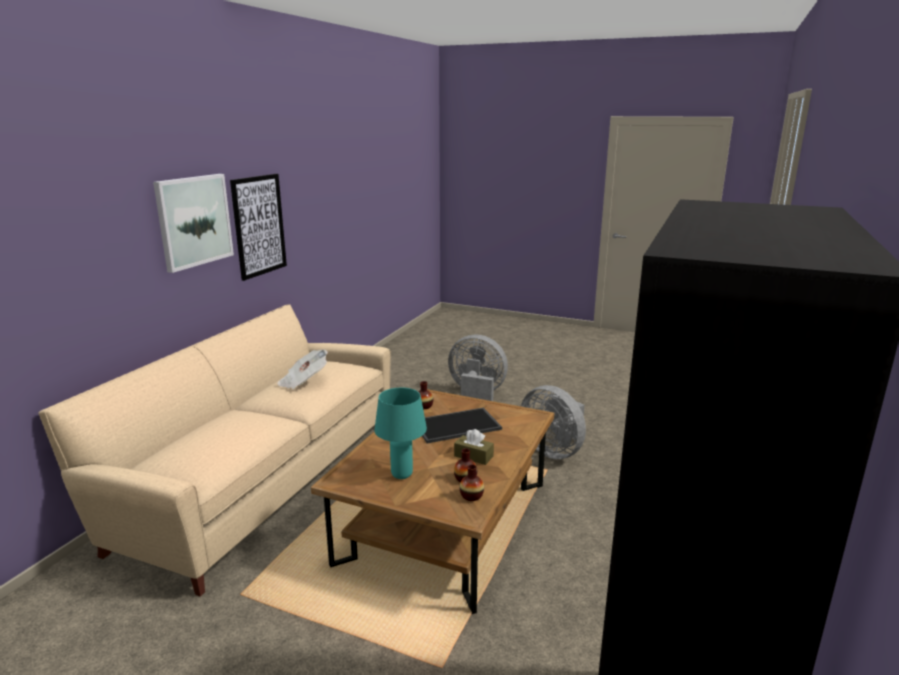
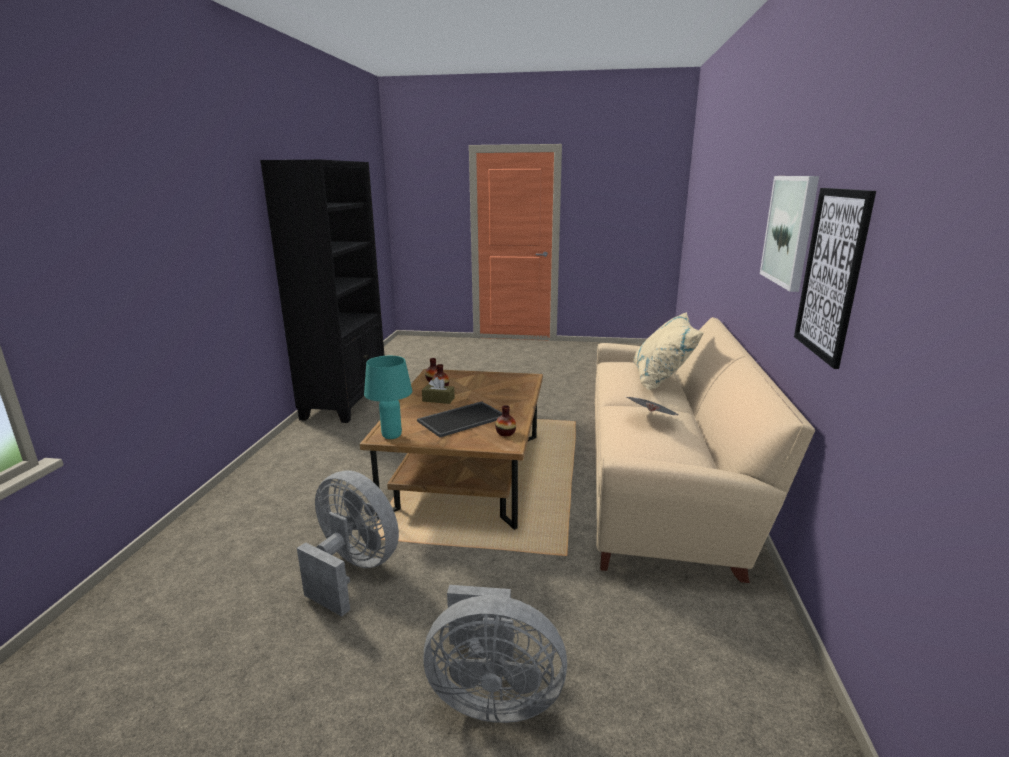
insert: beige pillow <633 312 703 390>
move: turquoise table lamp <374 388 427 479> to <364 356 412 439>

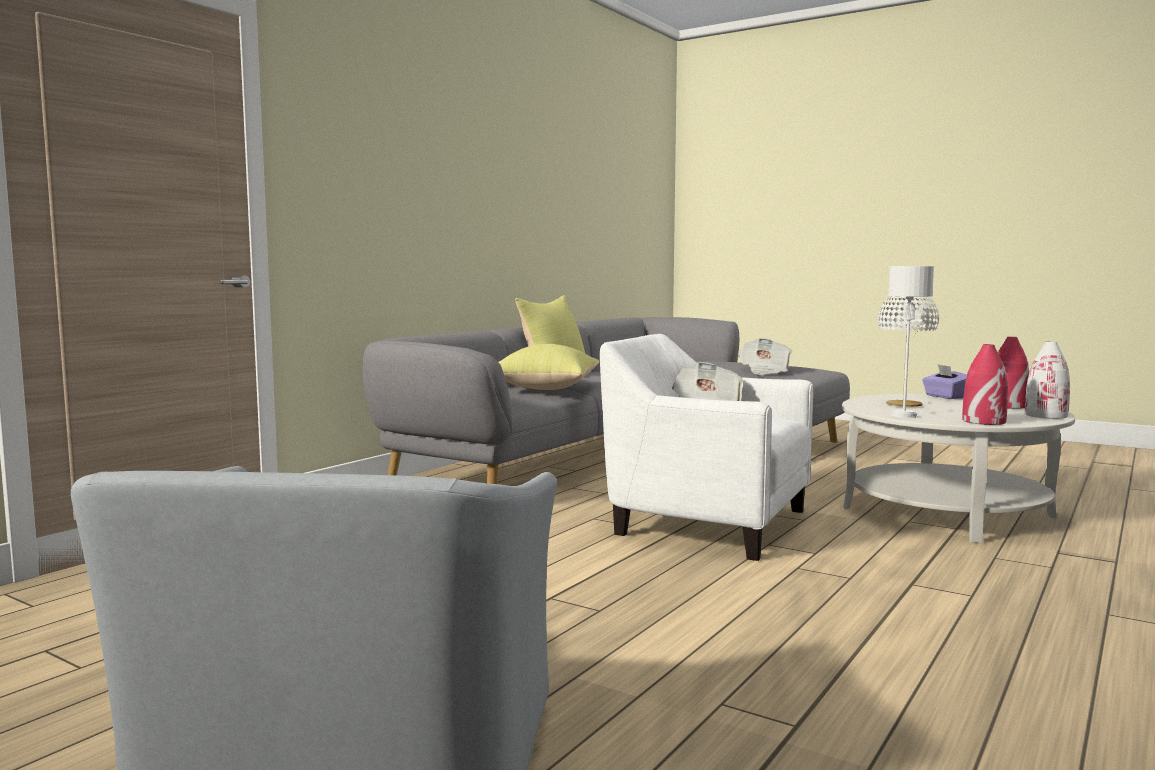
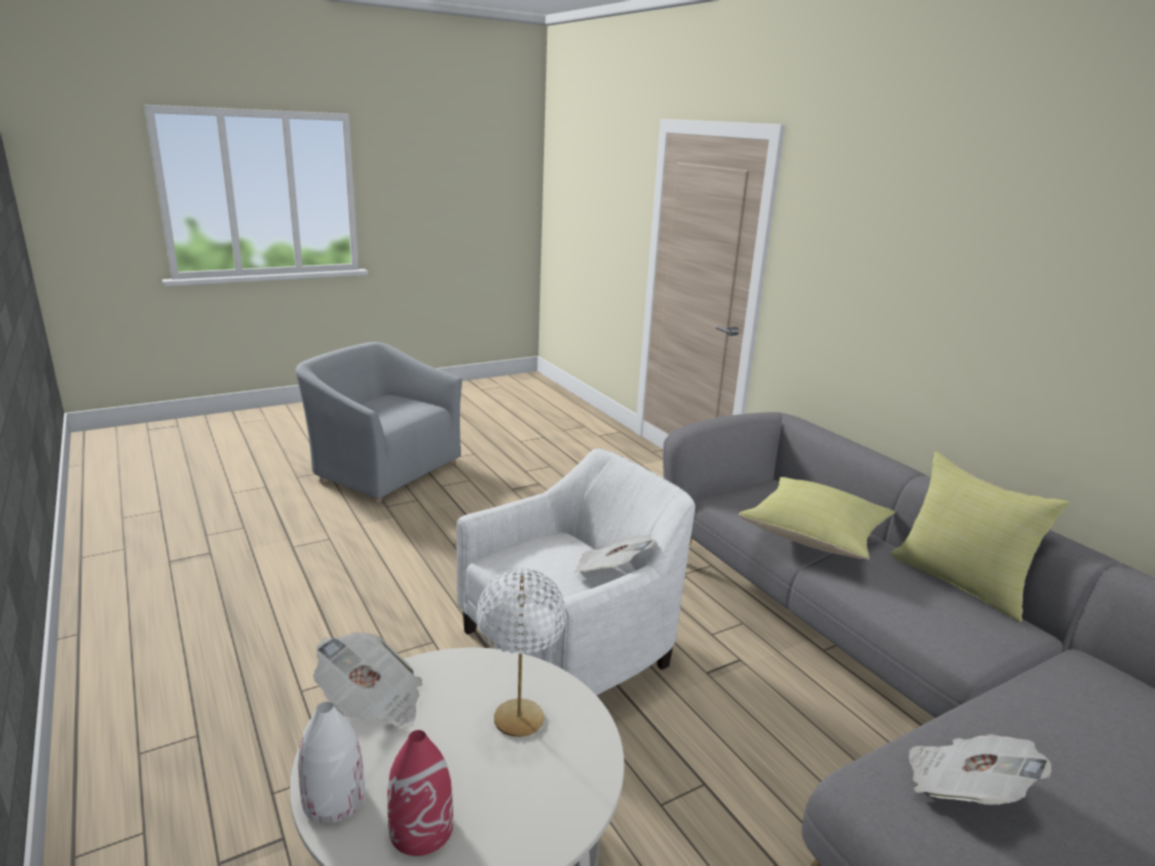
delete: white table lamp <888 266 934 418>; purple tissue box <922 364 967 399>
replace: red vase <962 344 1008 425> to newspaper <313 632 422 729>

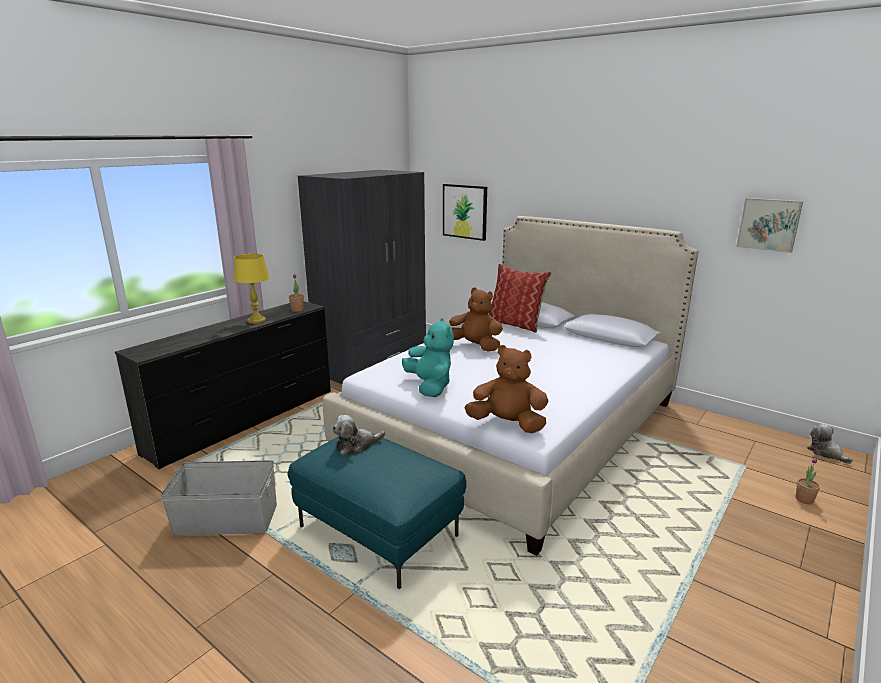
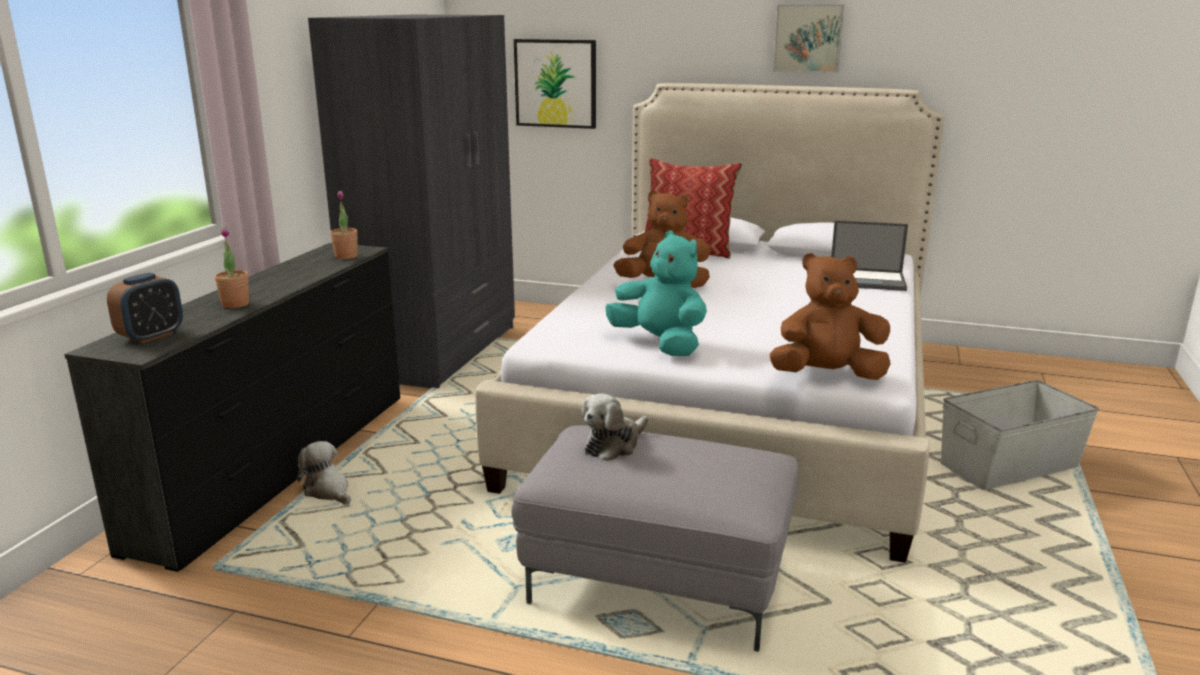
delete: yellow table lamp <234 254 269 324>
insert: alarm clock <107 273 183 344>; laptop <831 220 908 291>
move: potted plant <796 457 820 504> to <215 227 249 308>; plush toy <807 424 853 464> to <297 441 351 504>; picture <736 198 803 253> to <773 4 844 73>; grey storage box <161 460 277 535> to <941 380 1099 490>
recolor: turquoise ottoman <288 433 466 589> to grey ottoman <511 425 799 652>

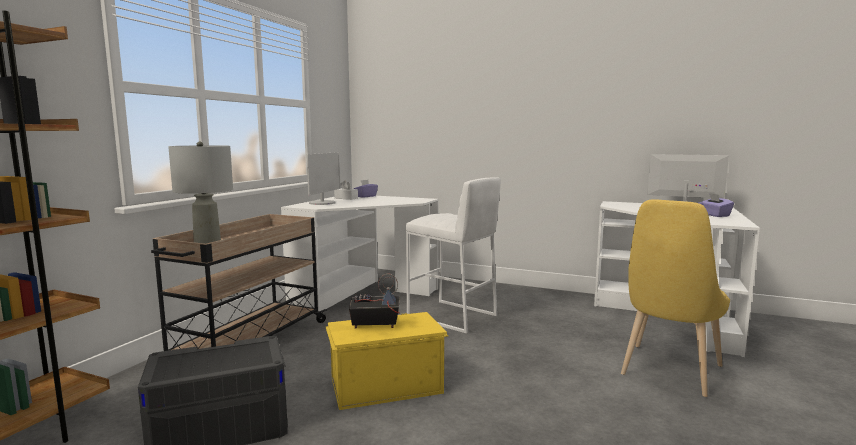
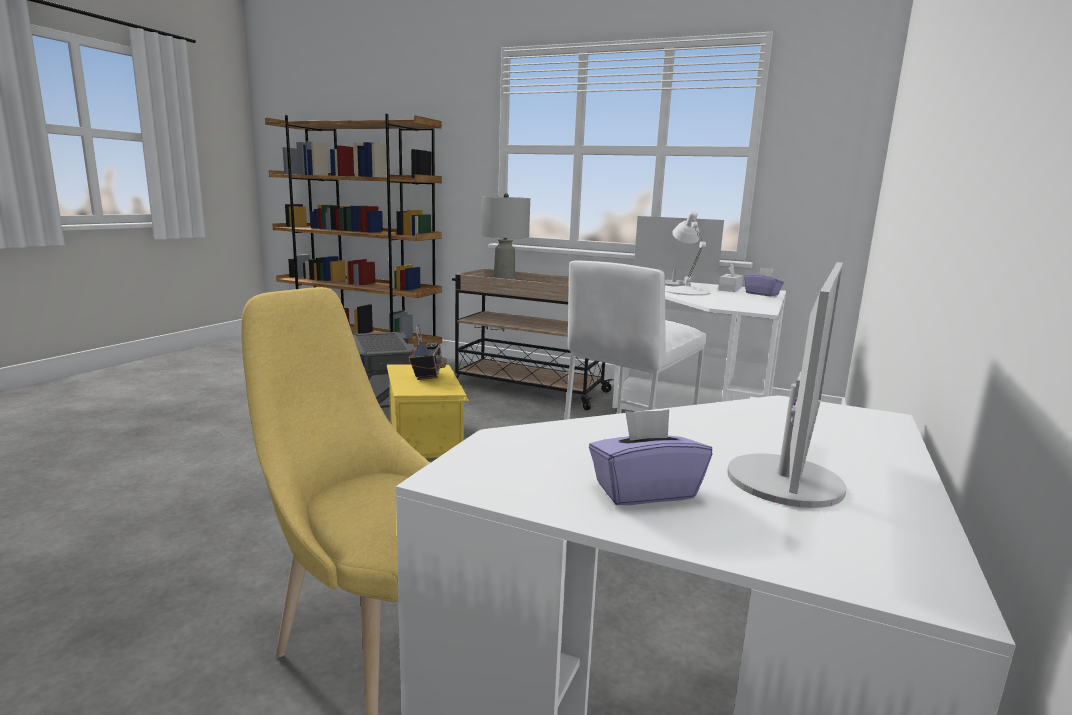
insert: white table lamp <665 211 711 296>

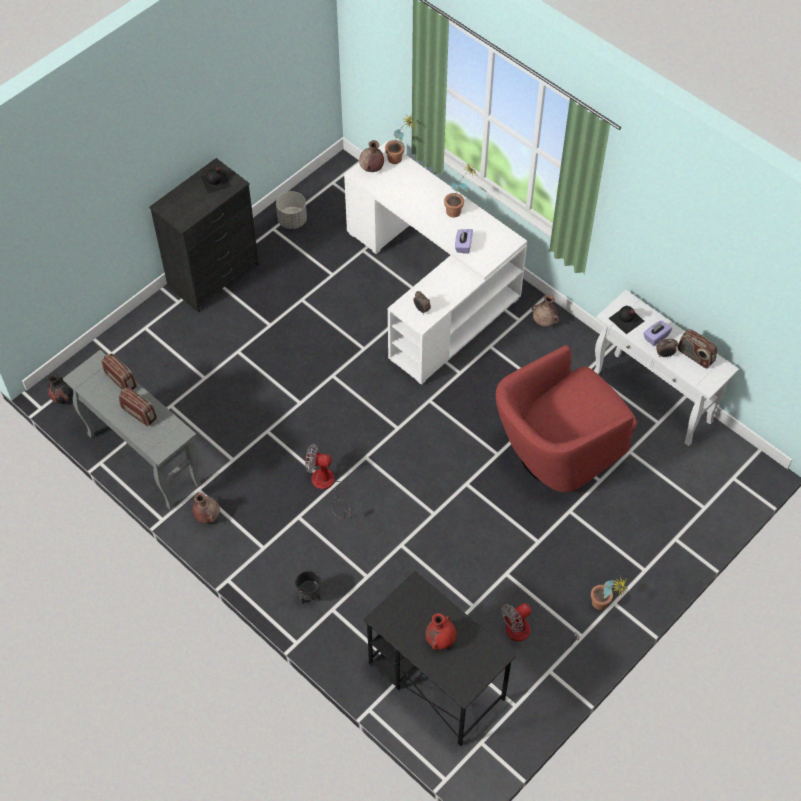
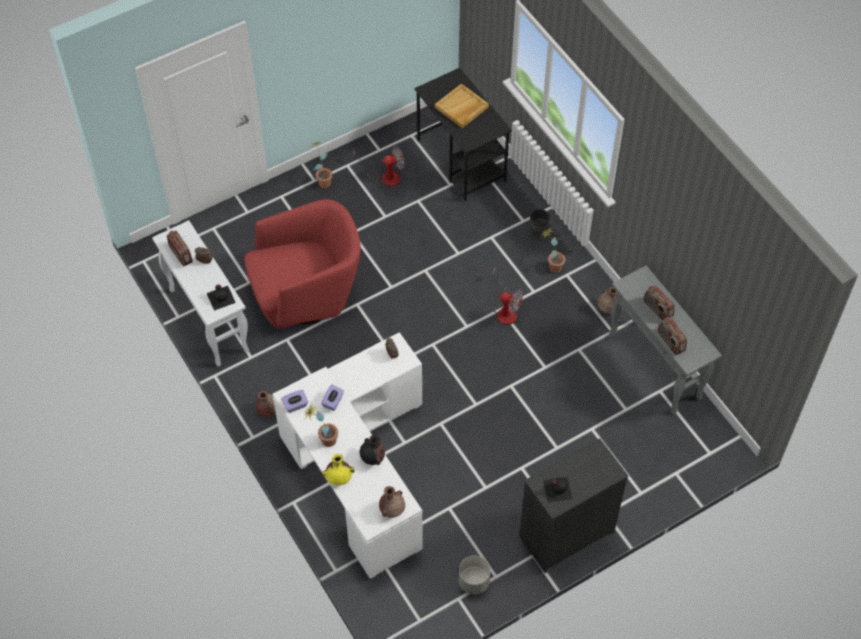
insert: yellow vase <323 454 354 485>
move: purple tissue box <643 321 672 346> to <281 390 308 413>; black vase <47 373 73 404> to <360 435 385 465>; potted plant <385 116 415 164> to <542 227 565 273>
replace: red vase <425 613 456 650> to beige tray <435 83 489 128>

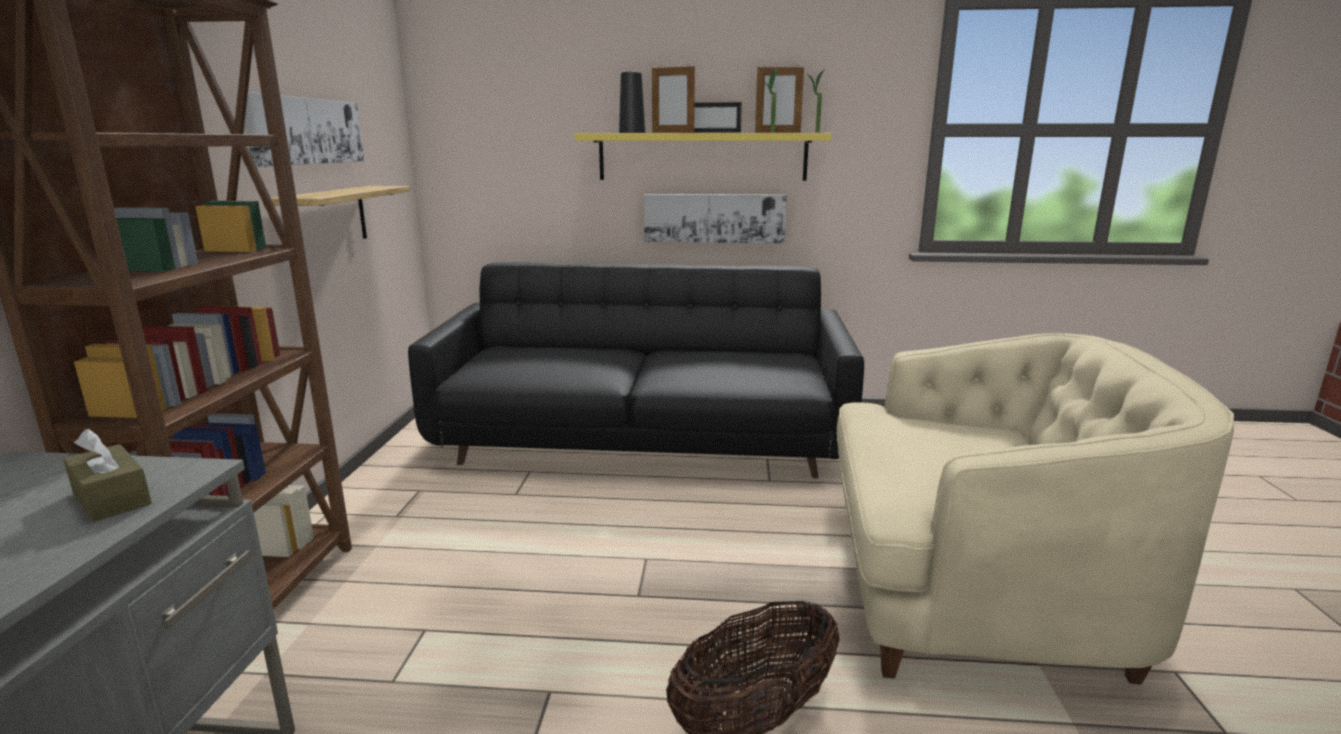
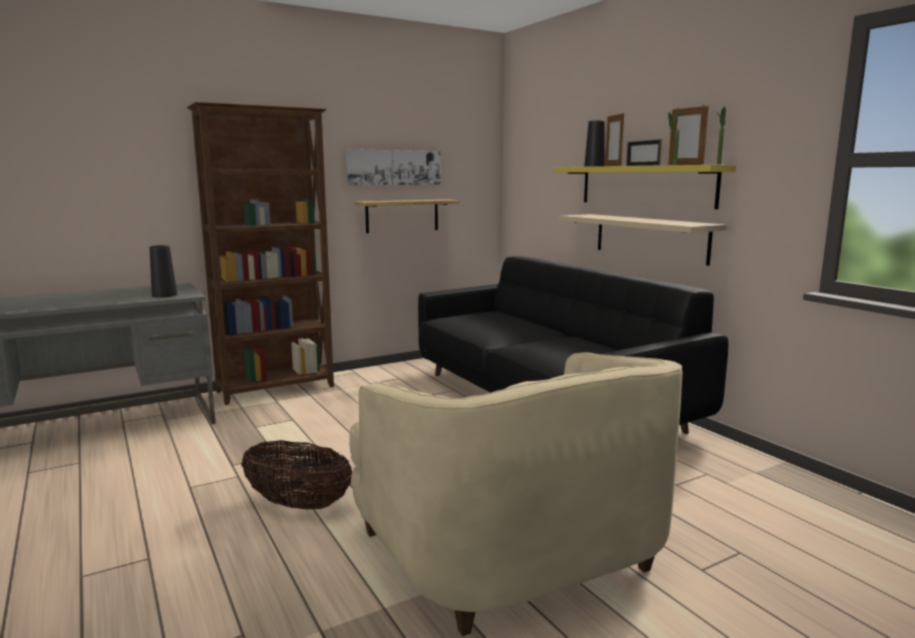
replace: brown tissue box <63 429 152 522> to black vase <150 245 177 298>; picture <644 194 787 244> to beige shelf <559 214 727 266>

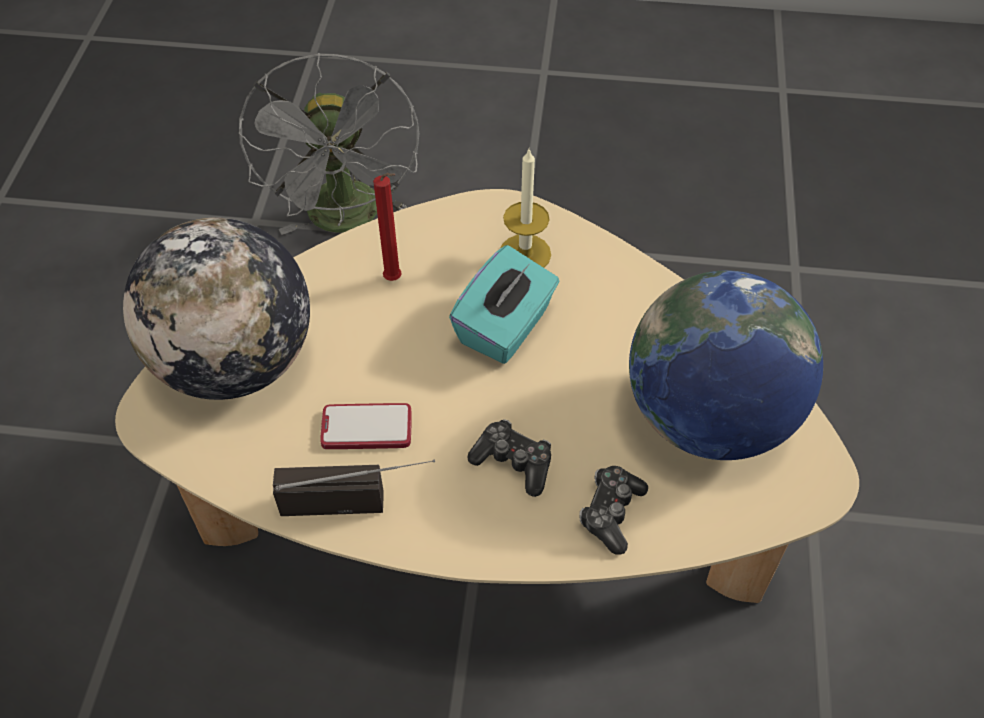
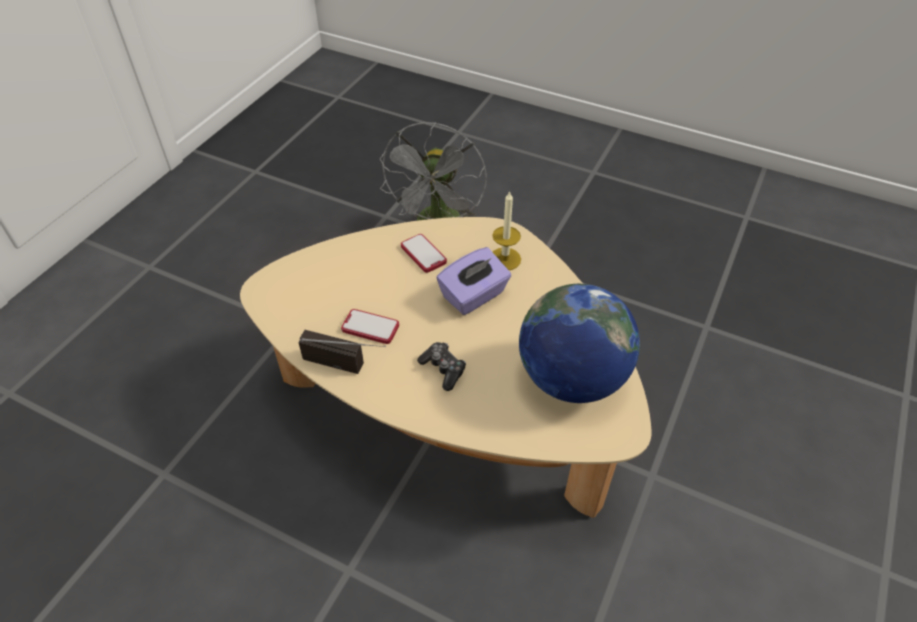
delete: globe <123 218 310 400>; game controller <579 466 648 555>
replace: red candle <373 173 402 281> to phone <401 234 447 273>
recolor: turquoise tissue box <449 245 560 364> to purple tissue box <436 247 511 315>

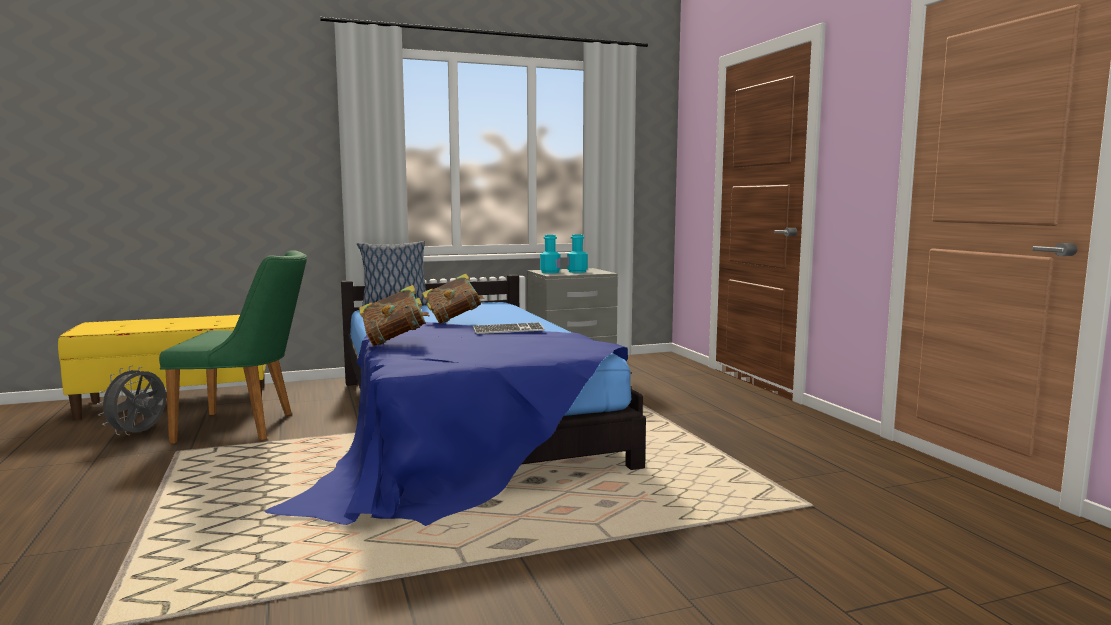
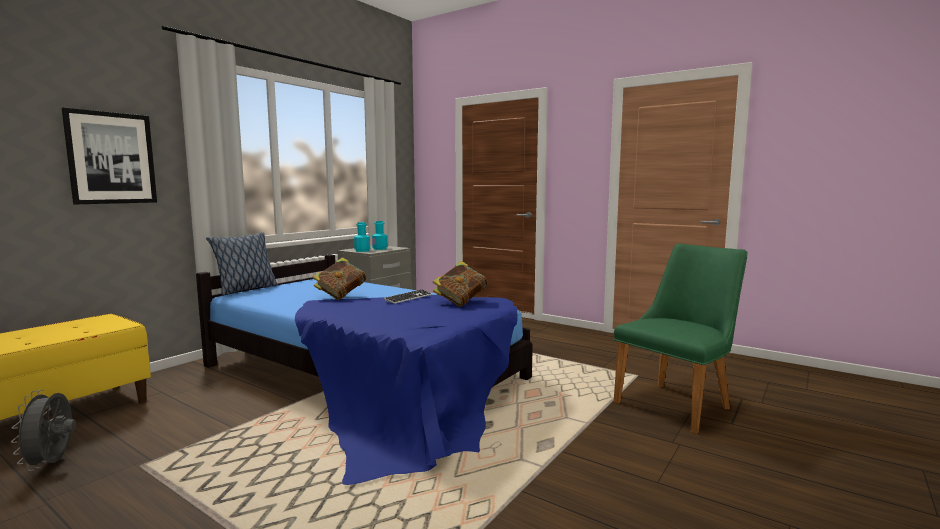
insert: picture <62 107 157 204>
move: book <359 285 430 346> to <433 261 488 307>; green chair <159 250 307 444> to <614 244 747 434>

